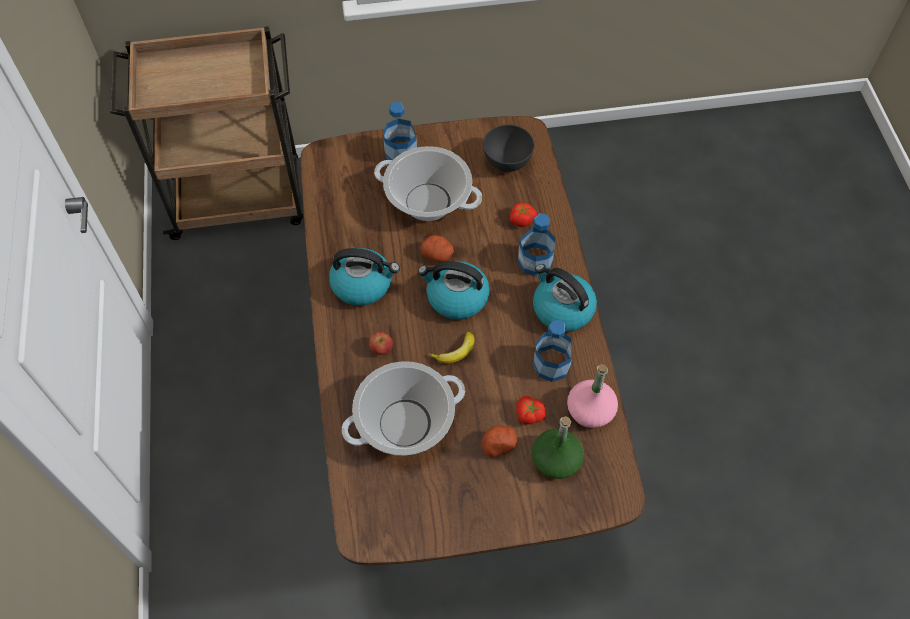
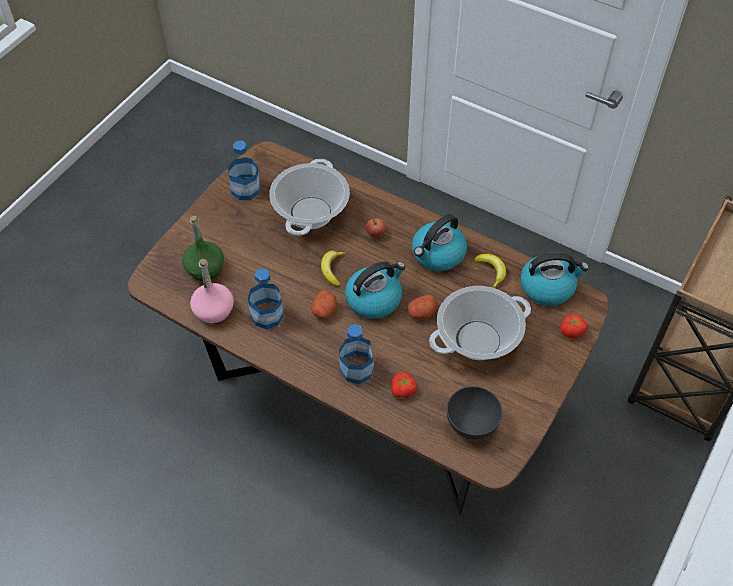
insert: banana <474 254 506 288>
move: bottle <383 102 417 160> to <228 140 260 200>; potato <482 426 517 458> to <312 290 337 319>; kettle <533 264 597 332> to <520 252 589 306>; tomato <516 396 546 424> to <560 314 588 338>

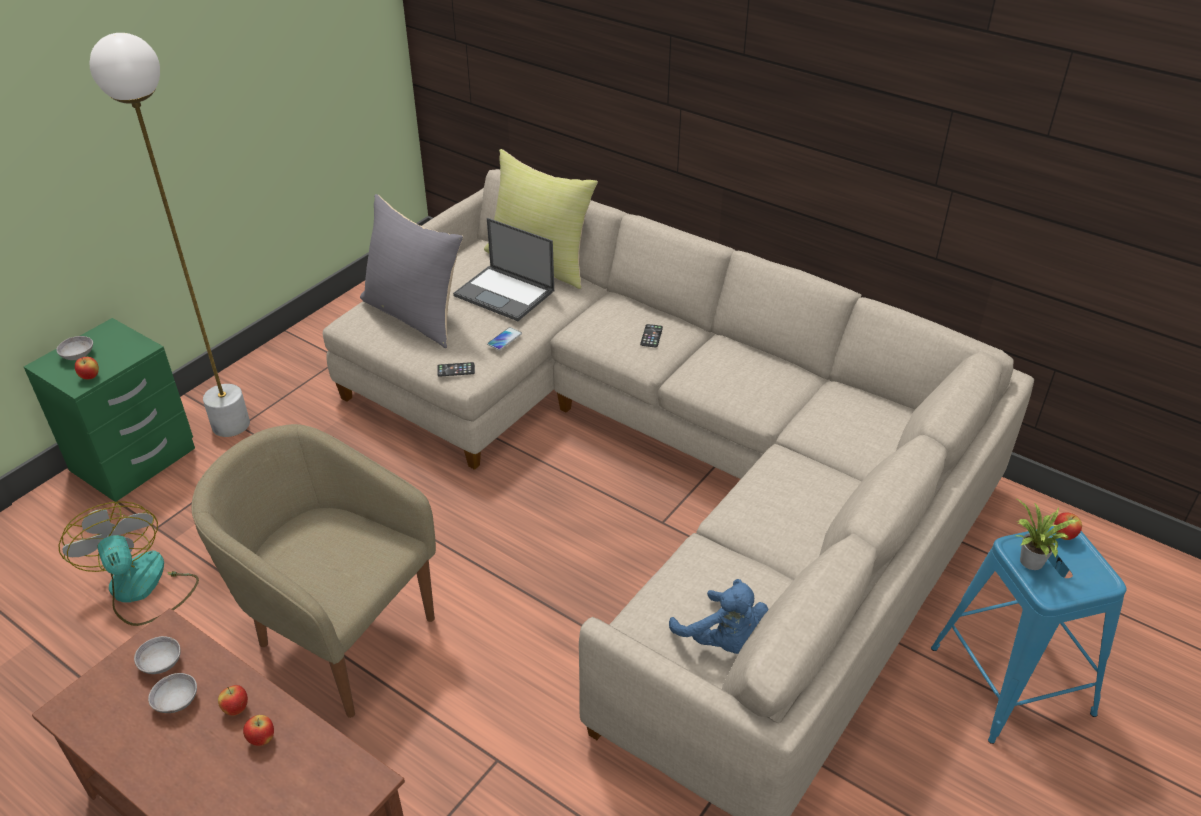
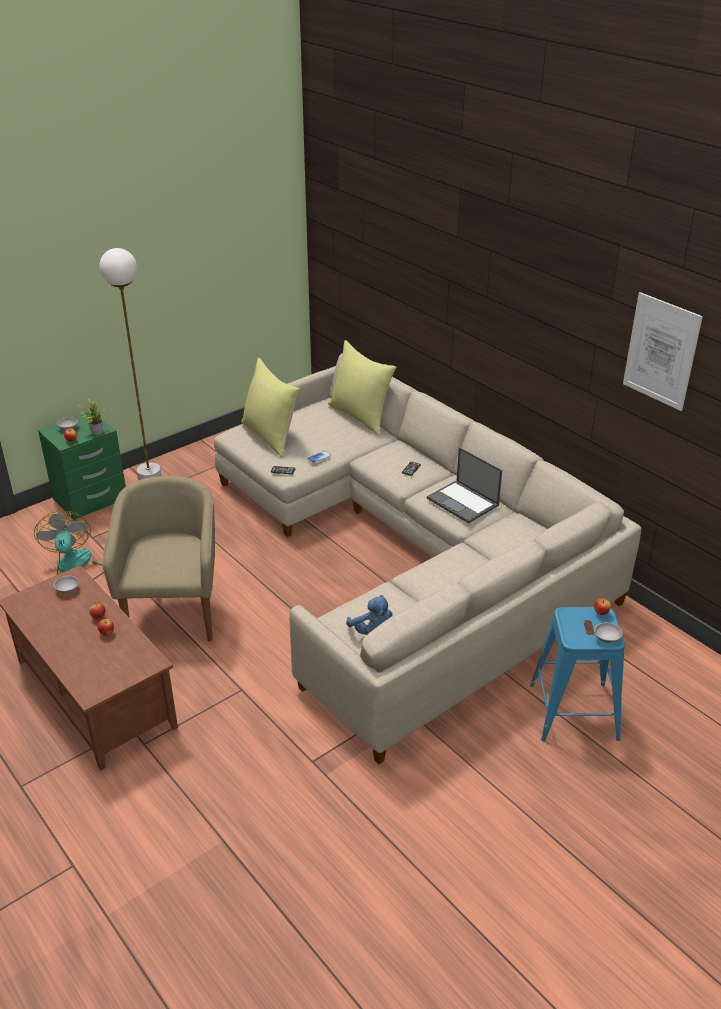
insert: picture <623 292 703 411>
move: potted plant <1016 499 1079 570> to <80 399 106 435>; laptop <453 218 554 321> to <427 447 502 524>; grey bowl <148 673 197 713> to <594 622 622 643>
recolor: grey pillow <360 194 463 348> to yellow pillow <241 358 300 457>
rotate: beige armchair <192 424 436 718> = <103 476 215 641> 45 degrees clockwise

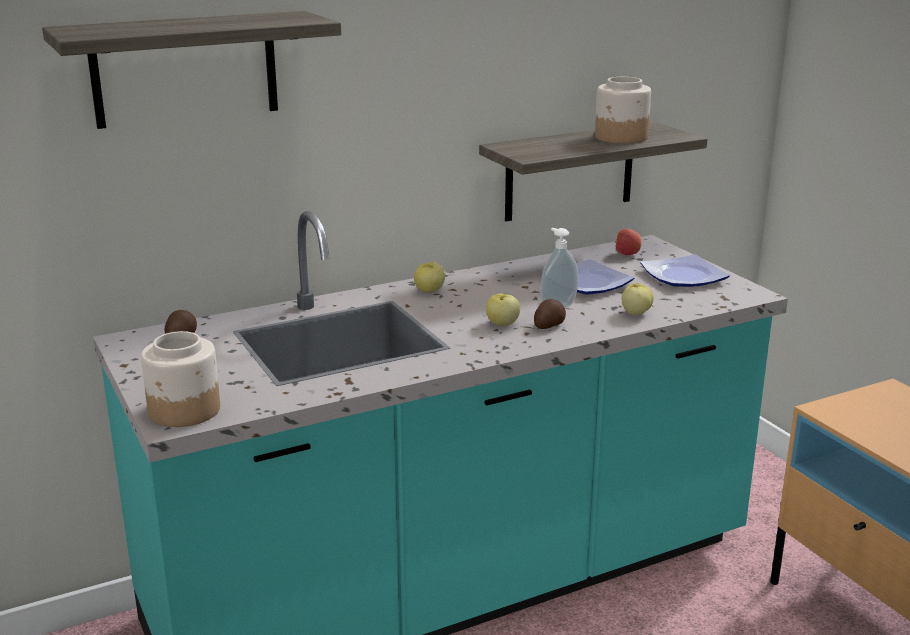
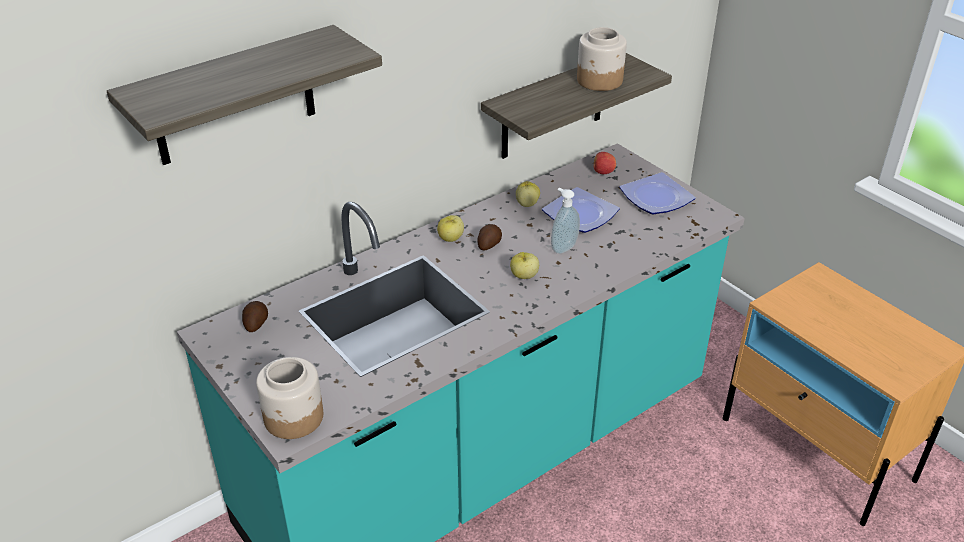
move: potato <534 299 566 329> to <477 224 502 250>; apple <622 283 654 315> to <516 181 540 207>

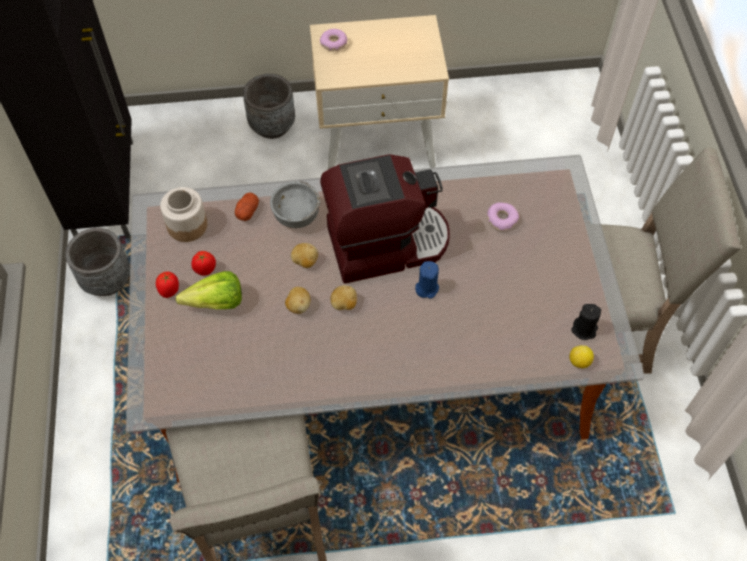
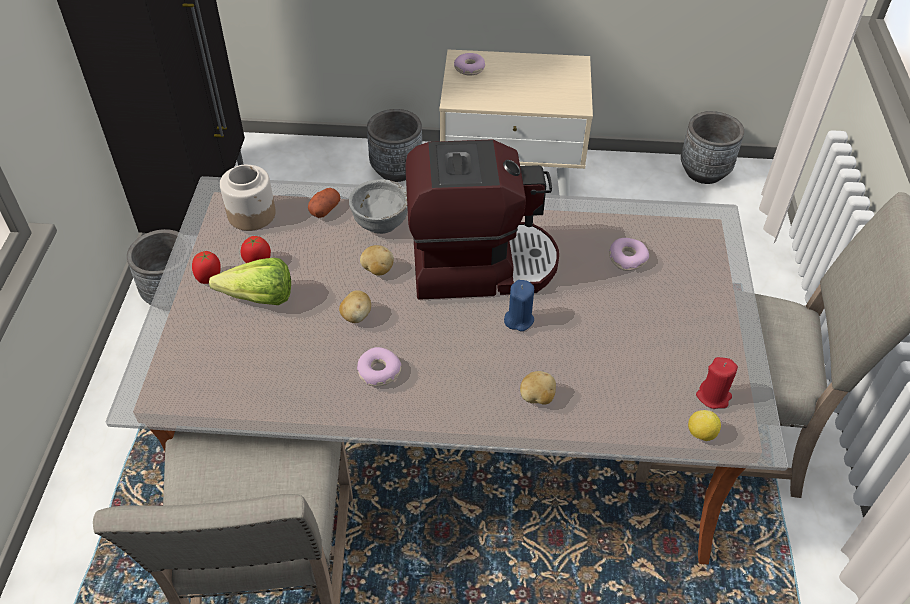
insert: donut <357 347 401 386>; grey planter <681 111 744 184>
move: potato <331 285 357 310> to <520 371 556 405>
recolor: black candle <571 304 601 340> to red candle <696 357 738 409>

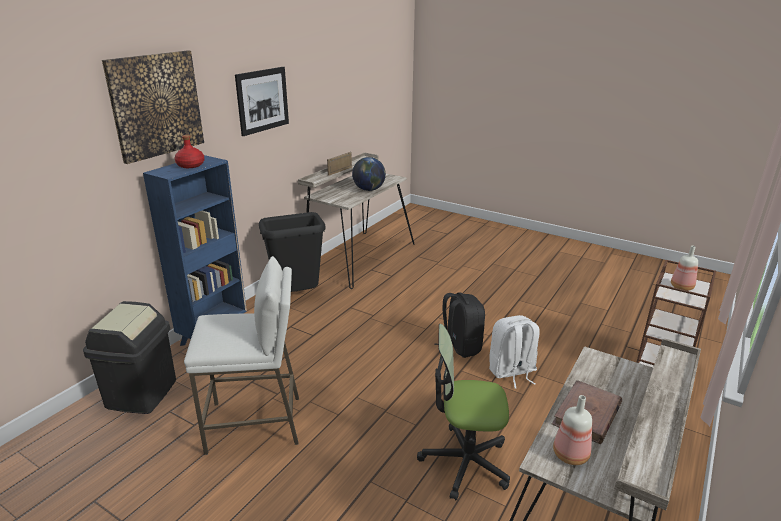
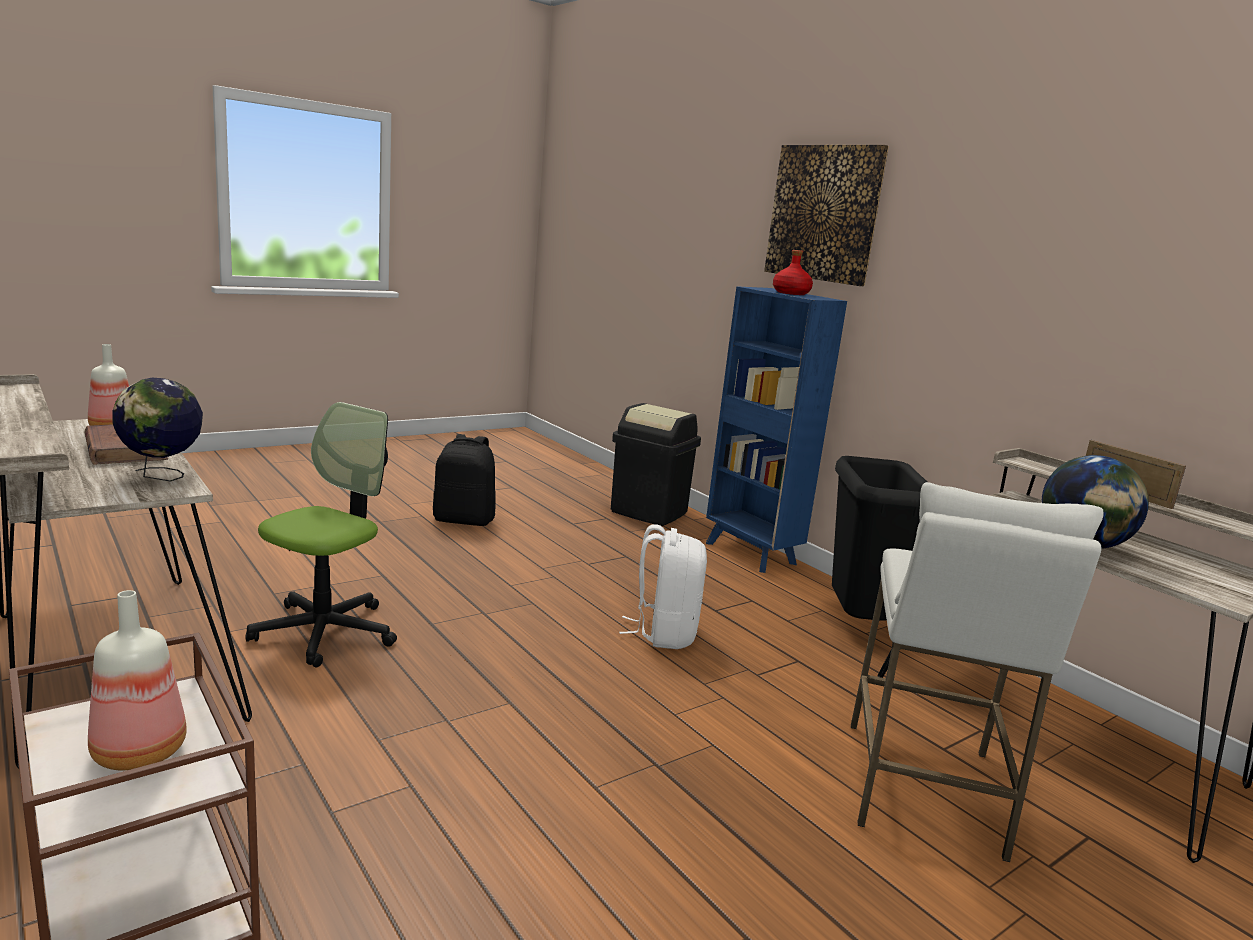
delete: picture <235 67 289 136>
insert: globe <112 378 203 482>
move: black backpack <434 292 485 358> to <433 434 496 526>; white backpack <489 315 540 389> to <619 524 707 649>; white stool <184 256 299 455> to <851 482 1104 862>

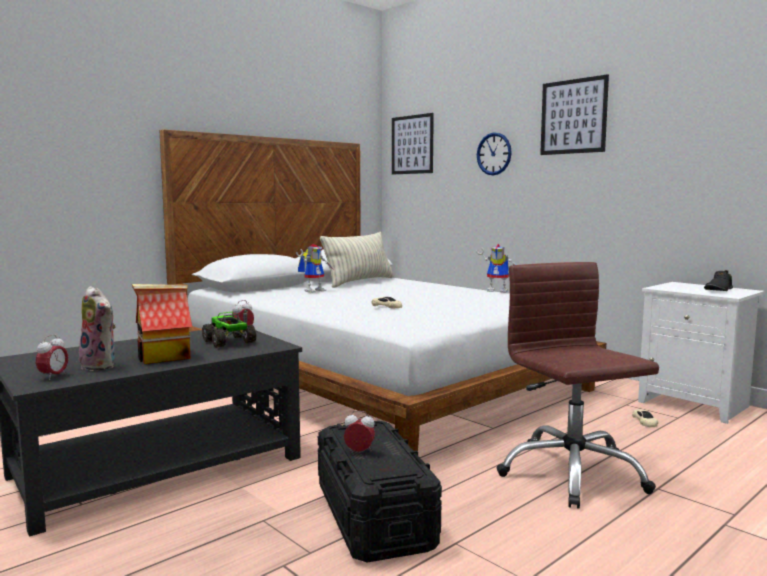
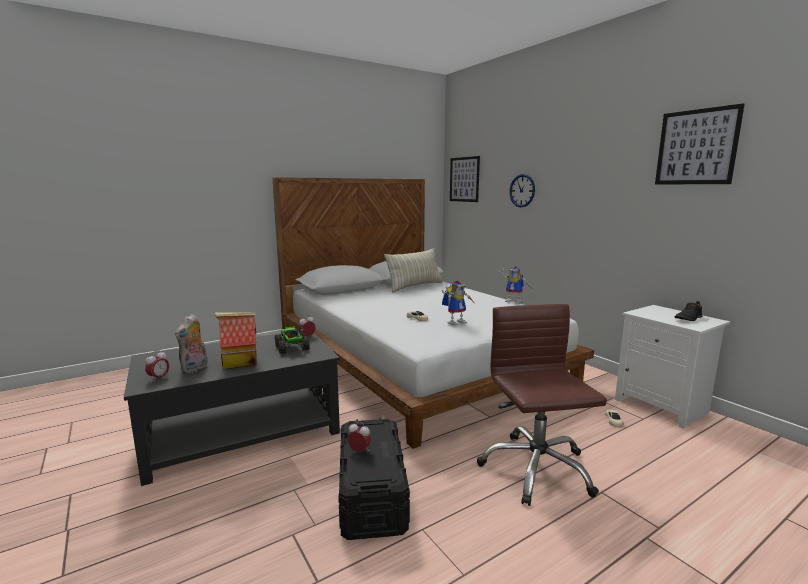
move: toy robot <296 244 335 293> to <442 281 474 326>; picture <540 74 609 155> to <655 103 745 185>
rotate: plush toy <79 286 116 371> = <175 314 208 373> 60 degrees clockwise

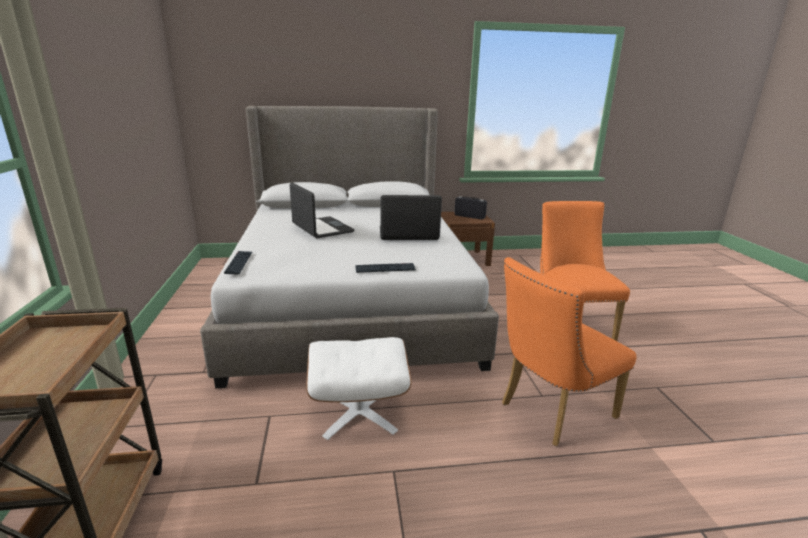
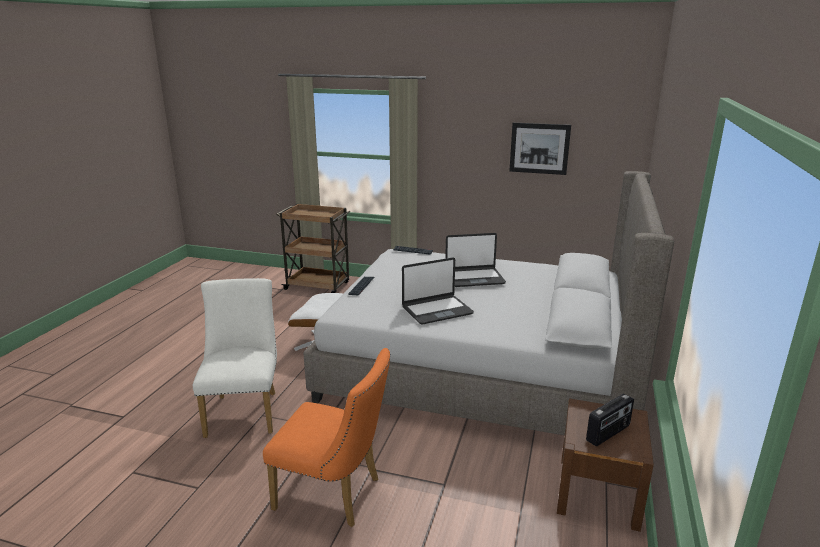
insert: picture <509 123 571 175>
recolor: orange chair <502 257 637 446> to white chair <193 278 277 438>
rotate: laptop <380 195 442 240> = <402 258 474 324> 45 degrees clockwise

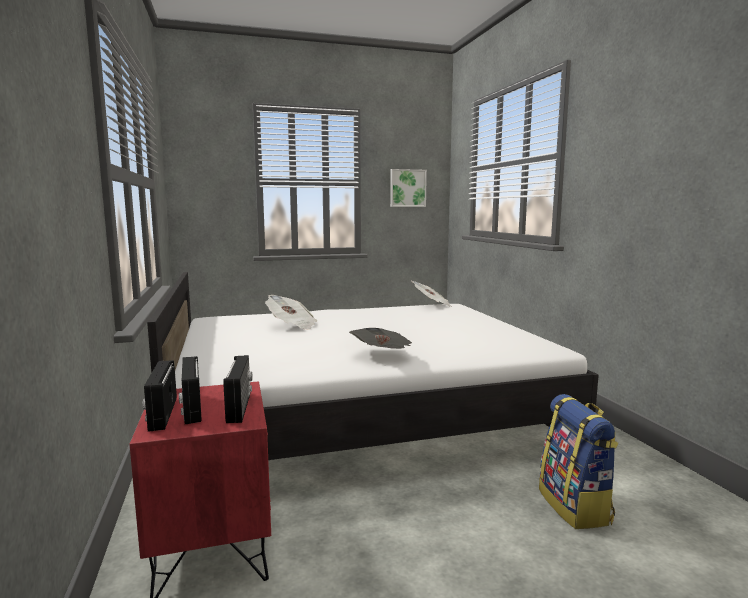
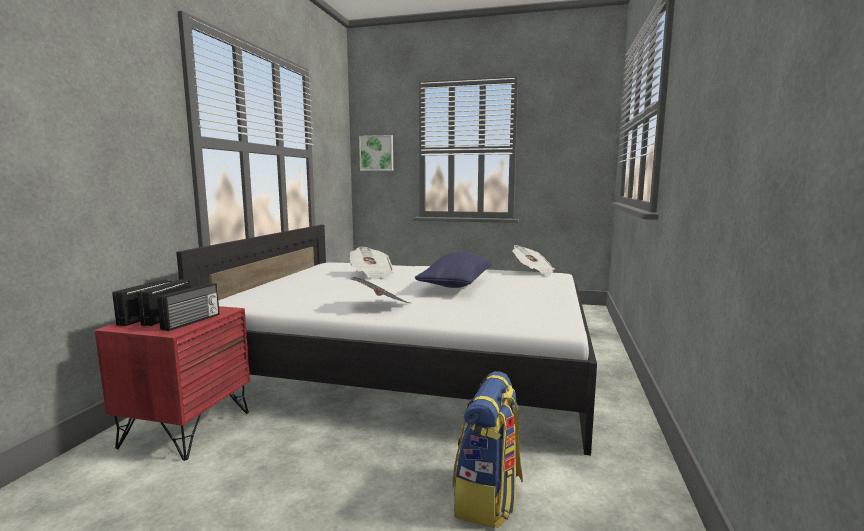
insert: blue pillow <415 252 492 288>
move: picture <390 169 427 207> to <359 135 393 171>

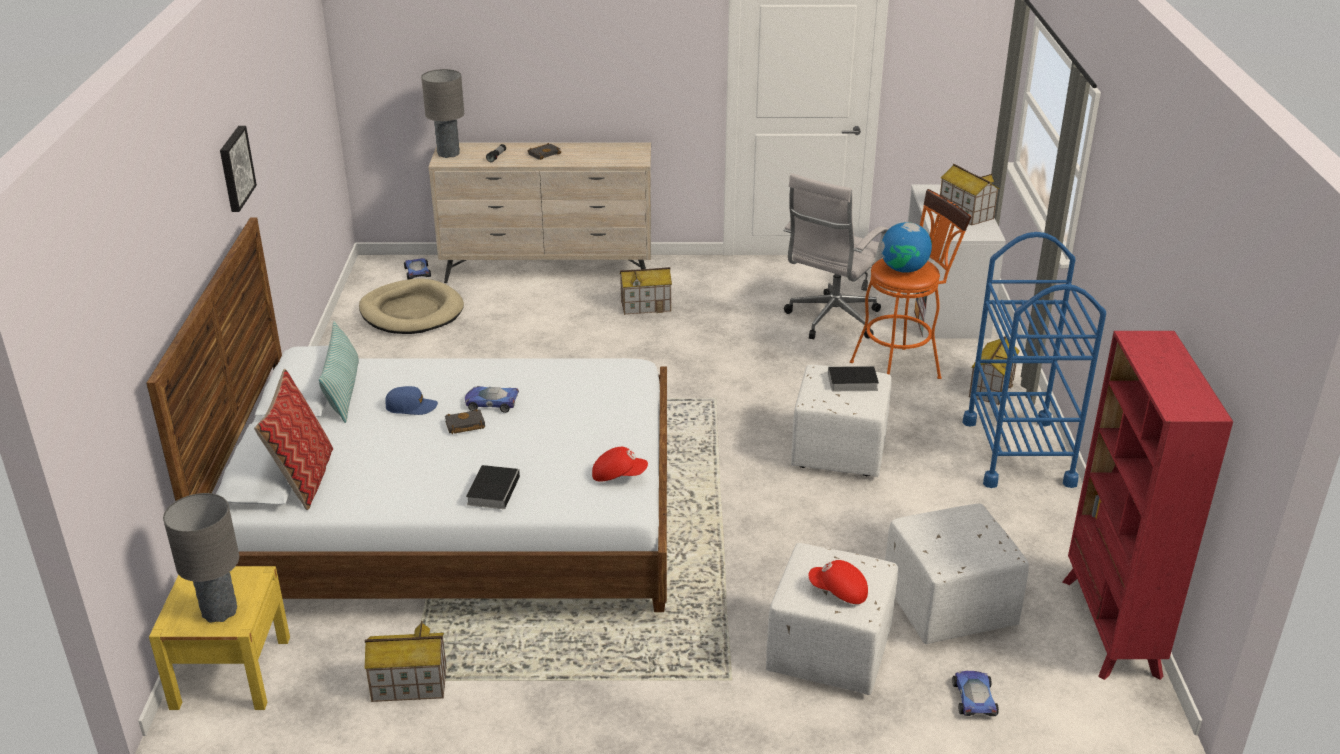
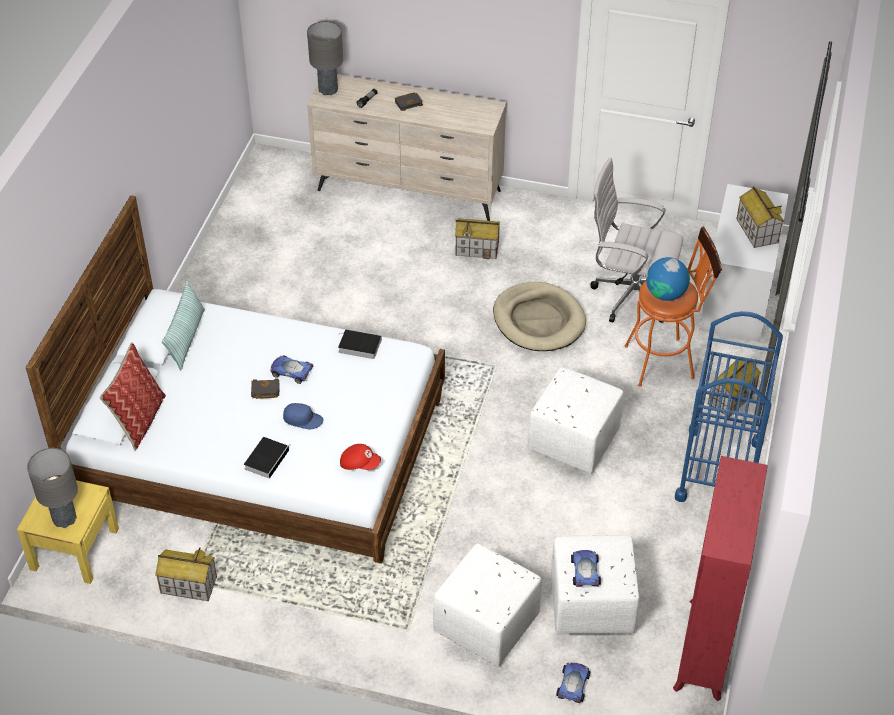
delete: picture <220 126 257 212>; red cap <808 560 868 604>
move: blue cap <386 386 438 415> to <283 403 324 429>; book <821 366 879 391> to <338 329 382 359>; beige dog bed <359 278 464 334> to <493 282 586 351>; toy car <404 258 431 279> to <571 550 601 587>
rotate: white office chair <783 173 888 339> = <590 158 683 323> 60 degrees clockwise

